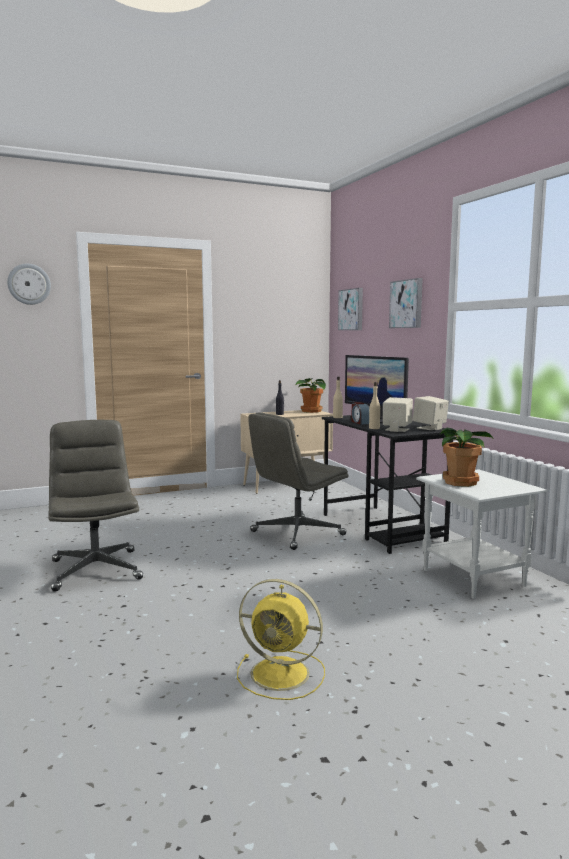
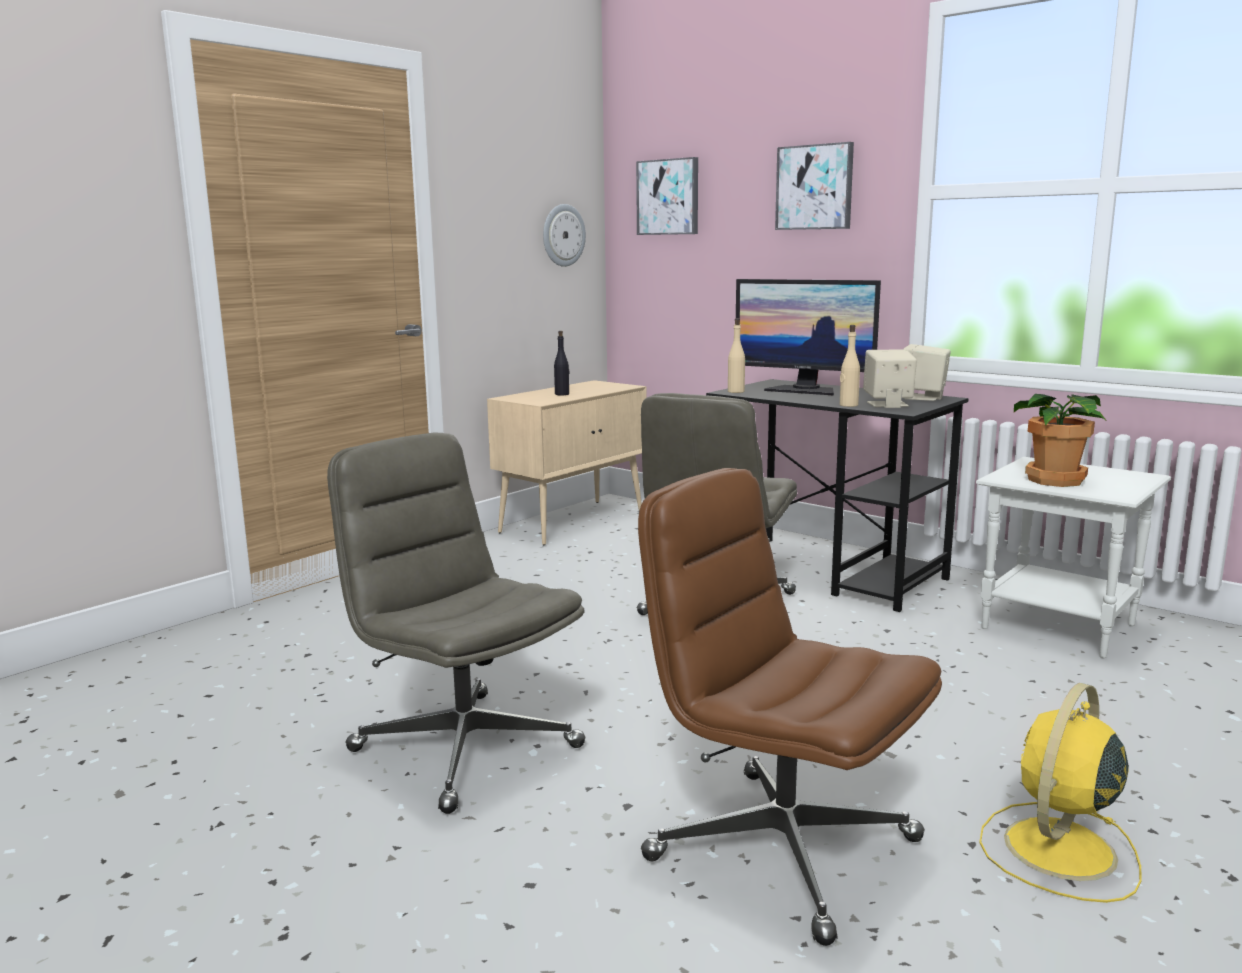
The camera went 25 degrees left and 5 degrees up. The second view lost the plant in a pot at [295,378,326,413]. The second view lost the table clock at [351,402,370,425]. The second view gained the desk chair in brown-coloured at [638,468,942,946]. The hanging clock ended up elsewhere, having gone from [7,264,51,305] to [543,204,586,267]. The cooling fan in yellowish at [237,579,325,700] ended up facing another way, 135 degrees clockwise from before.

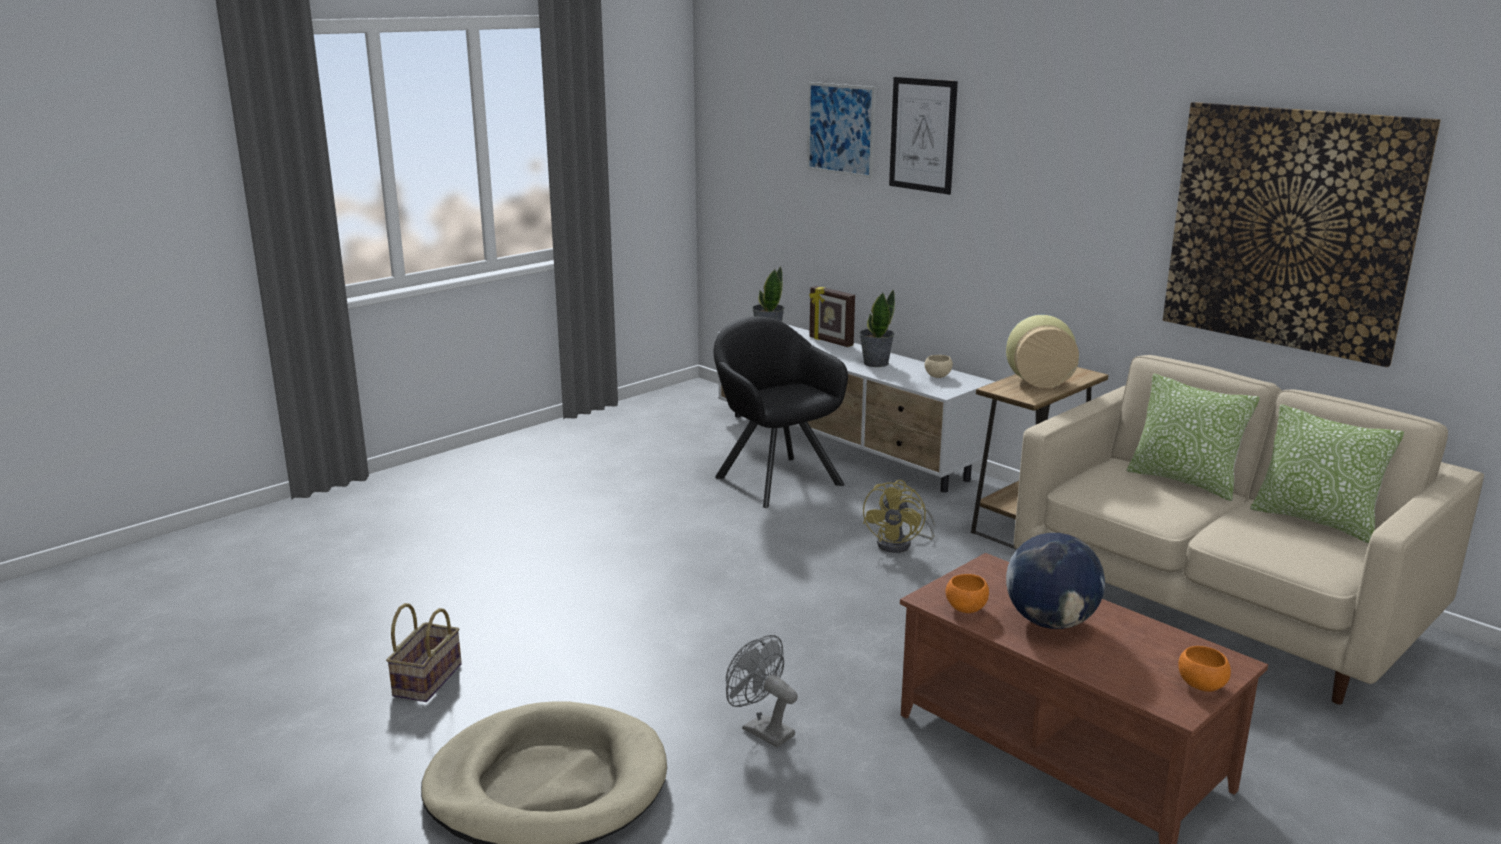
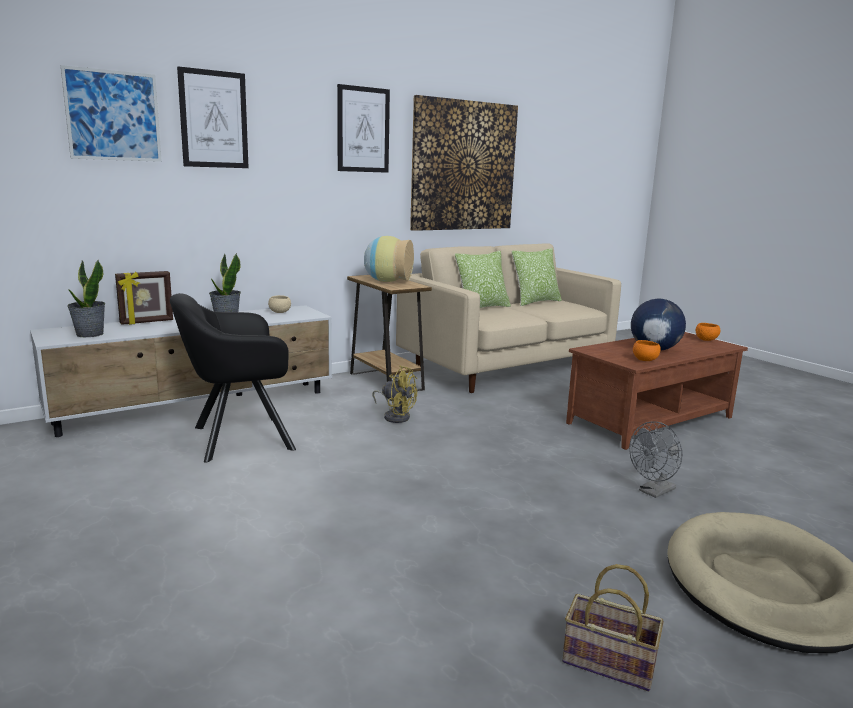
The camera went 80 degrees left and 5 degrees down. The second view gained the wall art at [337,84,390,173].

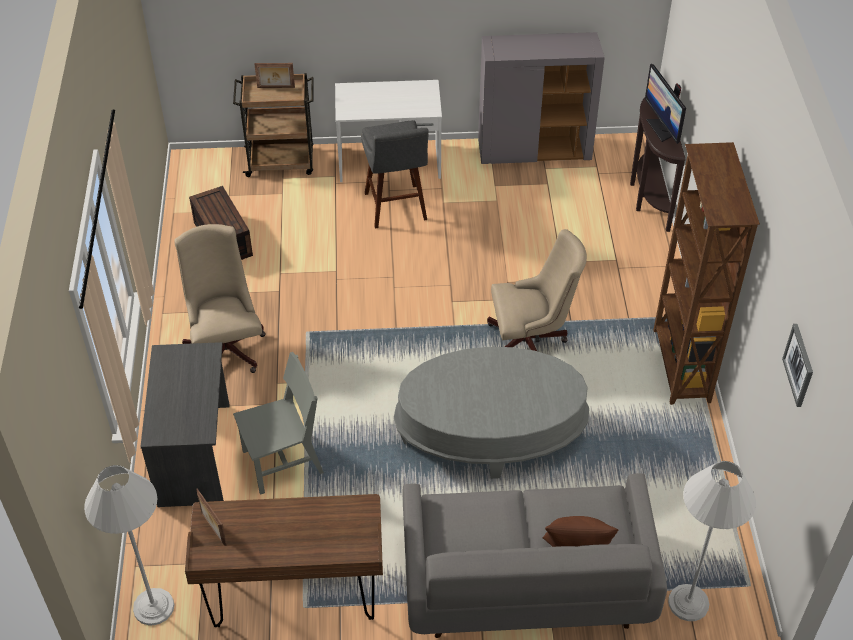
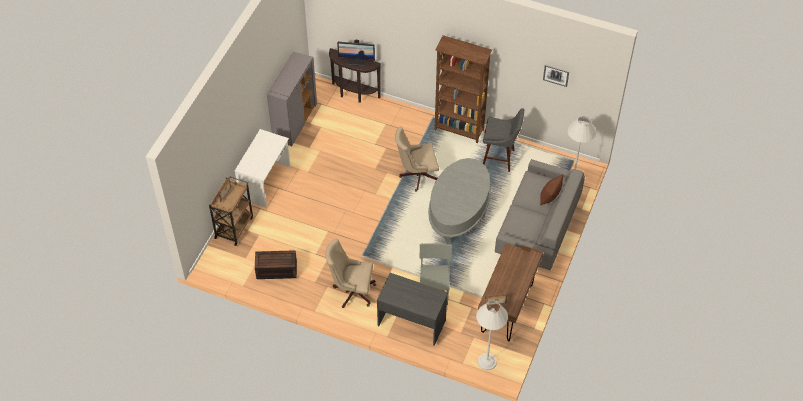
The camera went 65 degrees left and 5 degrees up. The stool seat in grey ended up elsewhere, having gone from [361,120,429,229] to [483,108,524,172]. The desk chair in beige-coloured at [487,229,587,351] ended up facing another way, 120 degrees counterclockwise from before.

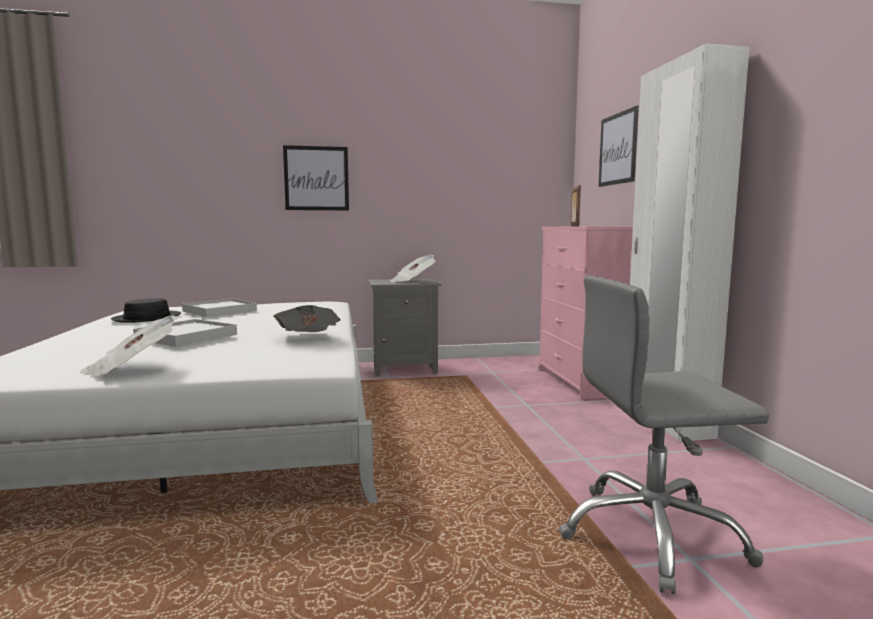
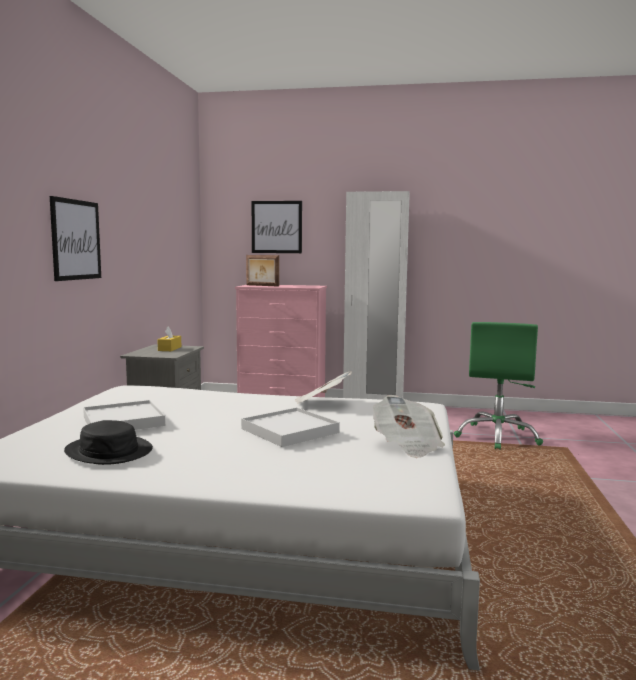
The camera went 70 degrees left and 0 degrees up. Where the printed paper stood at [390,255,436,282], the tissue box in yellowish came to stand at [157,327,181,351]. What was the desk chair in grey at [559,276,769,594] turned into the desk chair in green at [454,322,543,450].

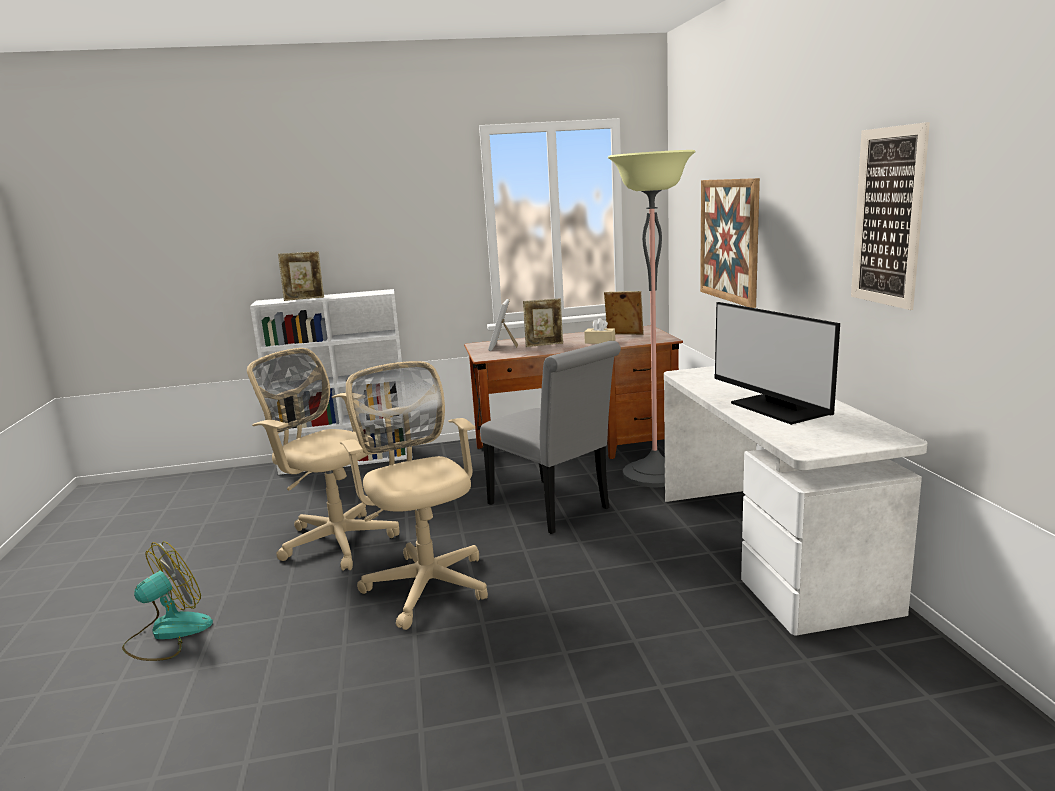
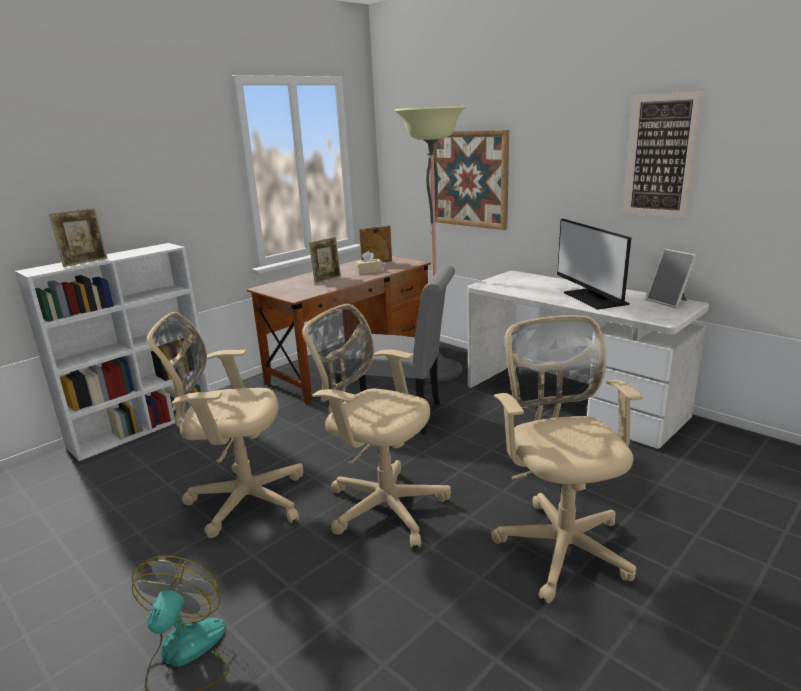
The camera went 35 degrees left and 5 degrees up. The second view gained the desk chair in beige-coloured at [491,315,644,603]. The standing frame ended up elsewhere, having gone from [488,299,518,351] to [646,249,697,309]. The computer screen at [714,302,840,425] ended up facing another way, 45 degrees clockwise from before.

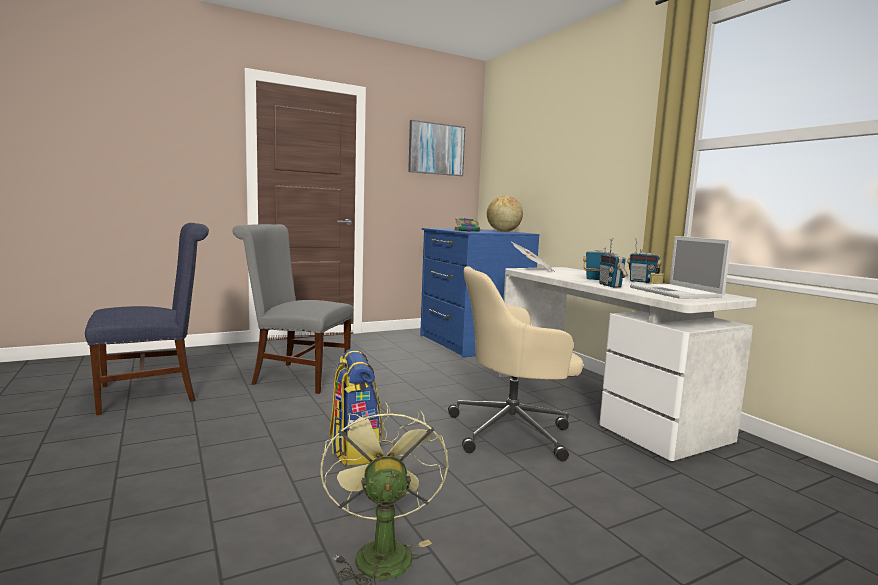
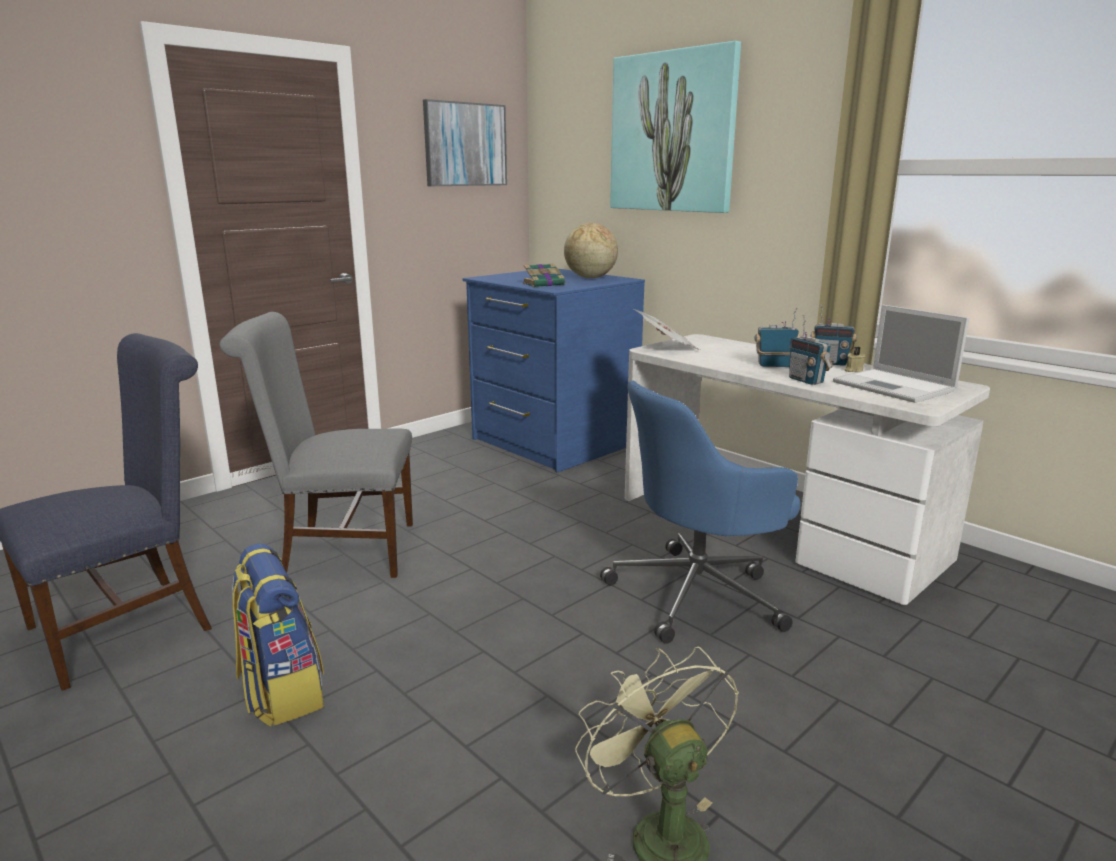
The camera went 15 degrees left and 10 degrees up. The second view gained the wall art at [610,41,741,213]. The rucksack ended up elsewhere, having gone from [329,348,383,465] to [232,543,324,727]. What was the desk chair in beige-coloured at [448,266,583,462] turned into the desk chair in blue-coloured at [600,381,800,644].

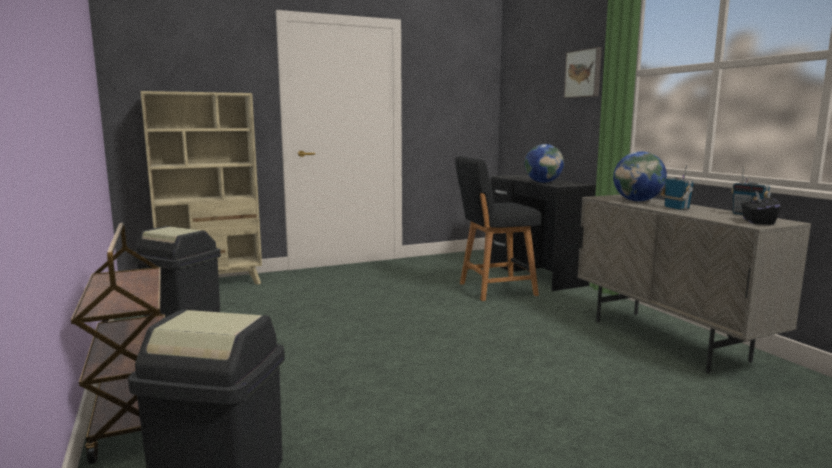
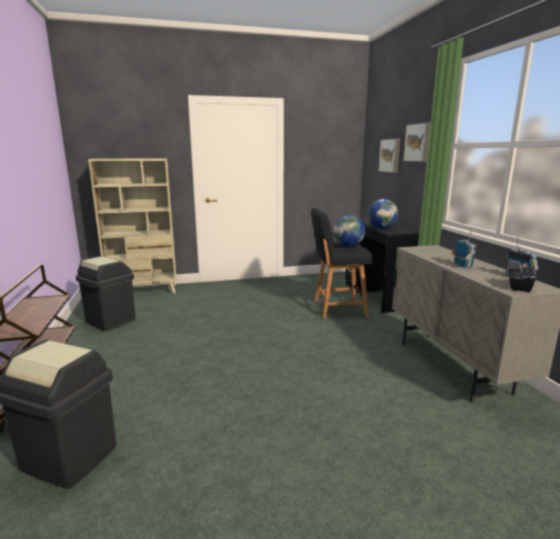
The camera went 10 degrees right and 5 degrees up. The second view gained the wall art at [378,138,400,173]. The globe ended up elsewhere, having gone from [613,151,667,201] to [334,215,365,247].

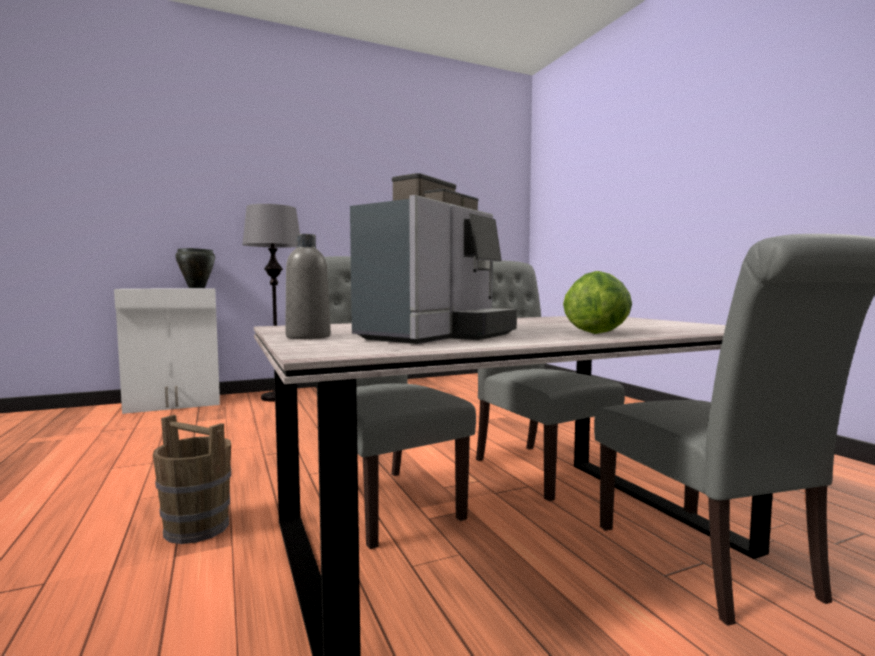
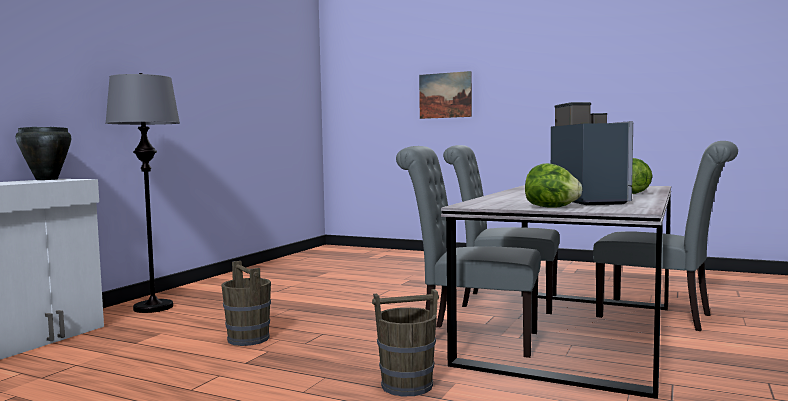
The camera went 40 degrees left and 0 degrees up. The second view gained the bucket in brown-coloured at [221,261,271,346]. The second view gained the wall art at [419,71,472,119]. Where the drink bottle in grey stood at [285,234,331,339], the lettuce head came to stand at [525,163,582,208].

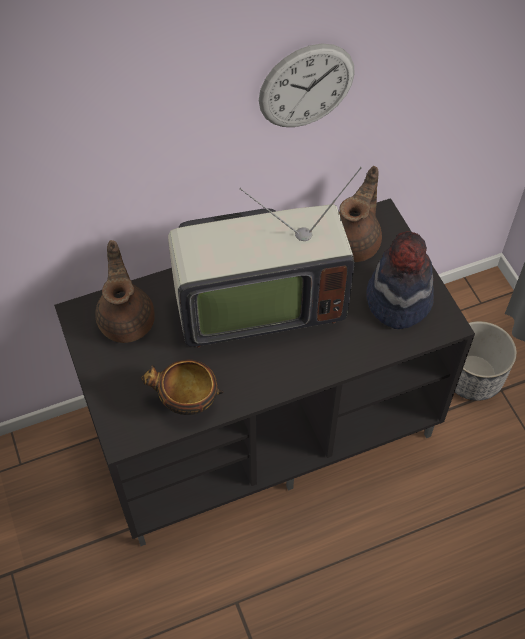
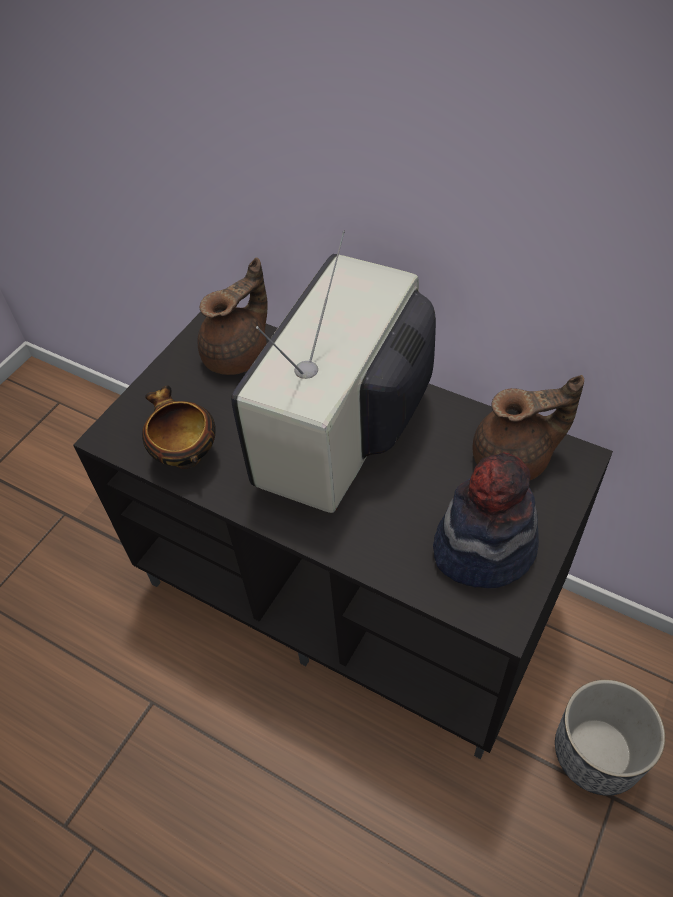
The camera went 55 degrees right and 5 degrees down. The second view lost the hanging clock at [259,44,355,127]. The television at [168,167,362,348] ended up facing another way, 75 degrees clockwise from before.

